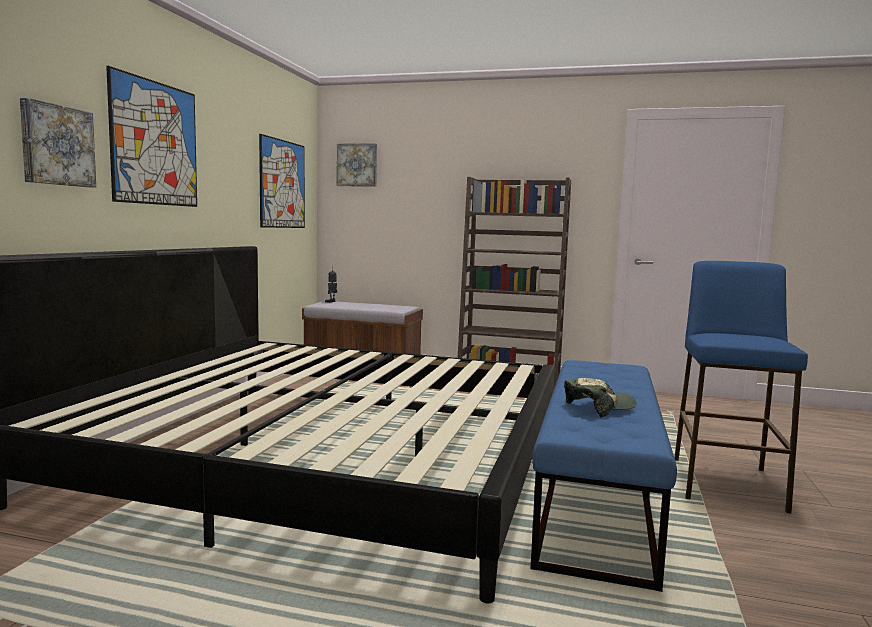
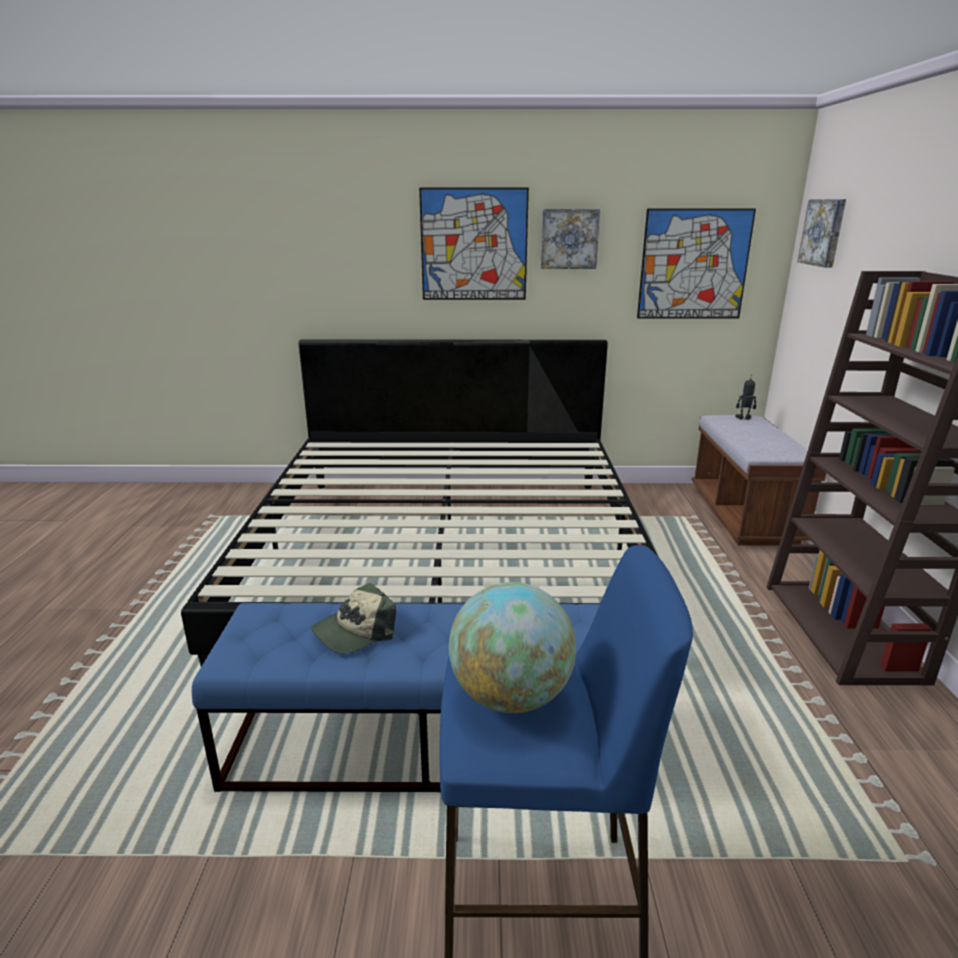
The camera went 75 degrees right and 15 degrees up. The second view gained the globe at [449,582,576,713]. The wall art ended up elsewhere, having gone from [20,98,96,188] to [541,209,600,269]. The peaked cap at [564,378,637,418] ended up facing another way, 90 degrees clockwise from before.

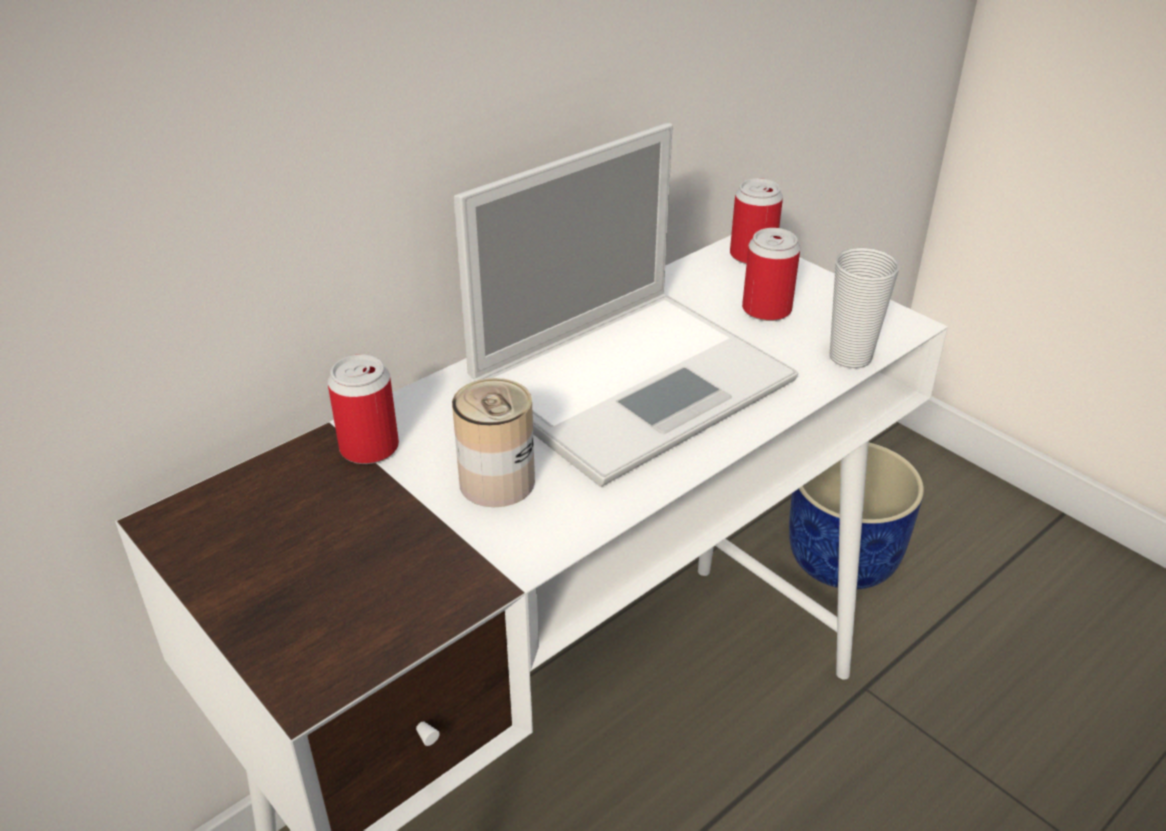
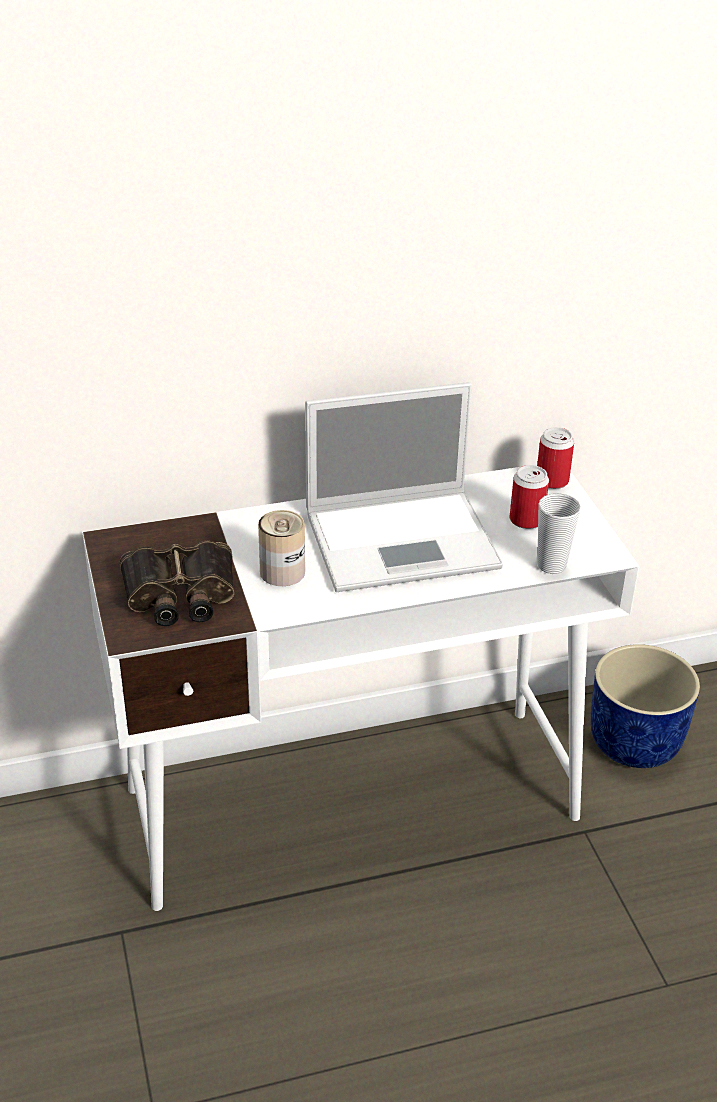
The camera went 25 degrees right and 0 degrees up. The second view lost the metal can at [328,354,399,464]. The second view gained the pair of binoculars at [120,540,234,626].

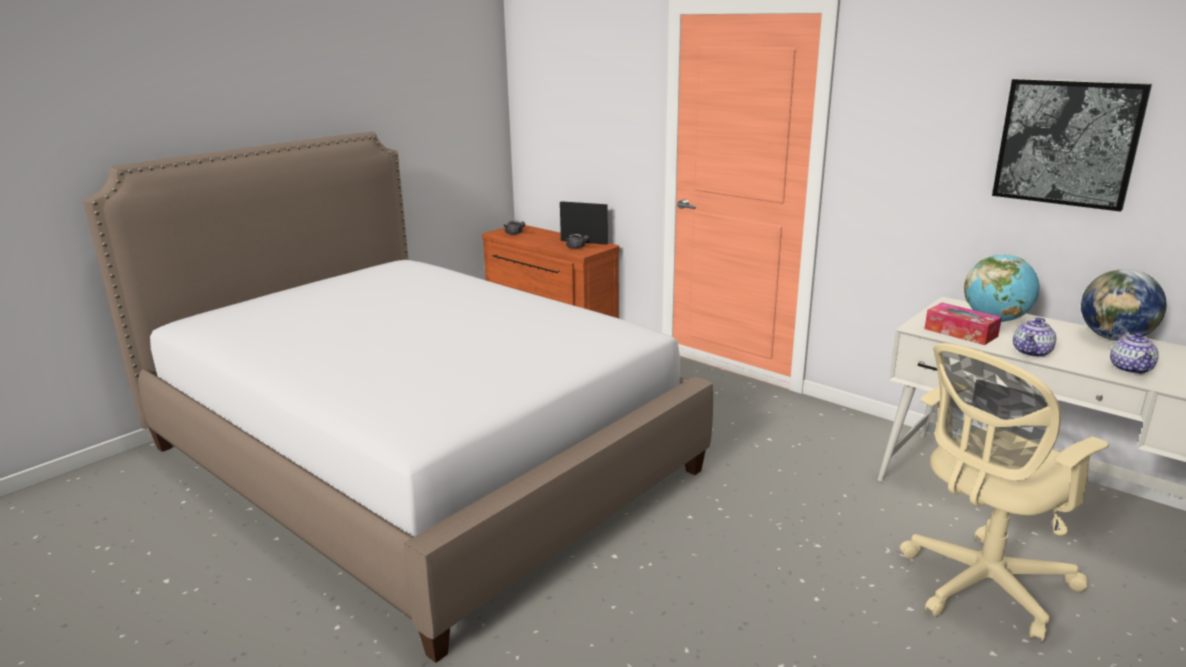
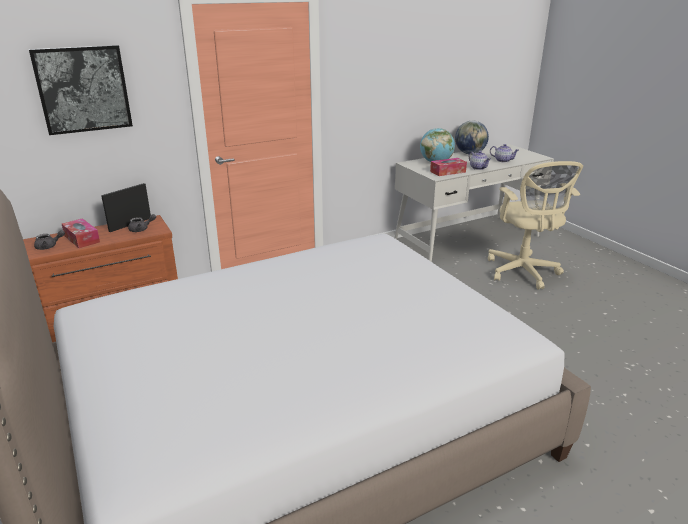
The camera went 70 degrees left and 5 degrees up. The second view gained the tissue box at [62,218,100,248]. The wall art ended up elsewhere, having gone from [992,79,1152,212] to [29,45,133,135].

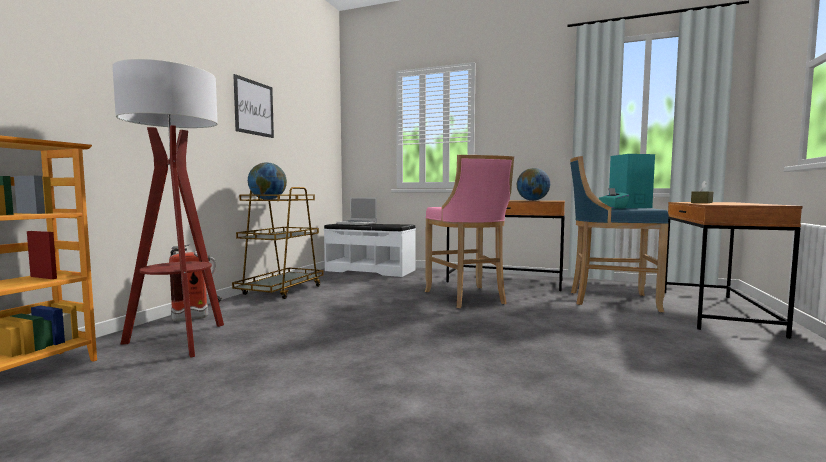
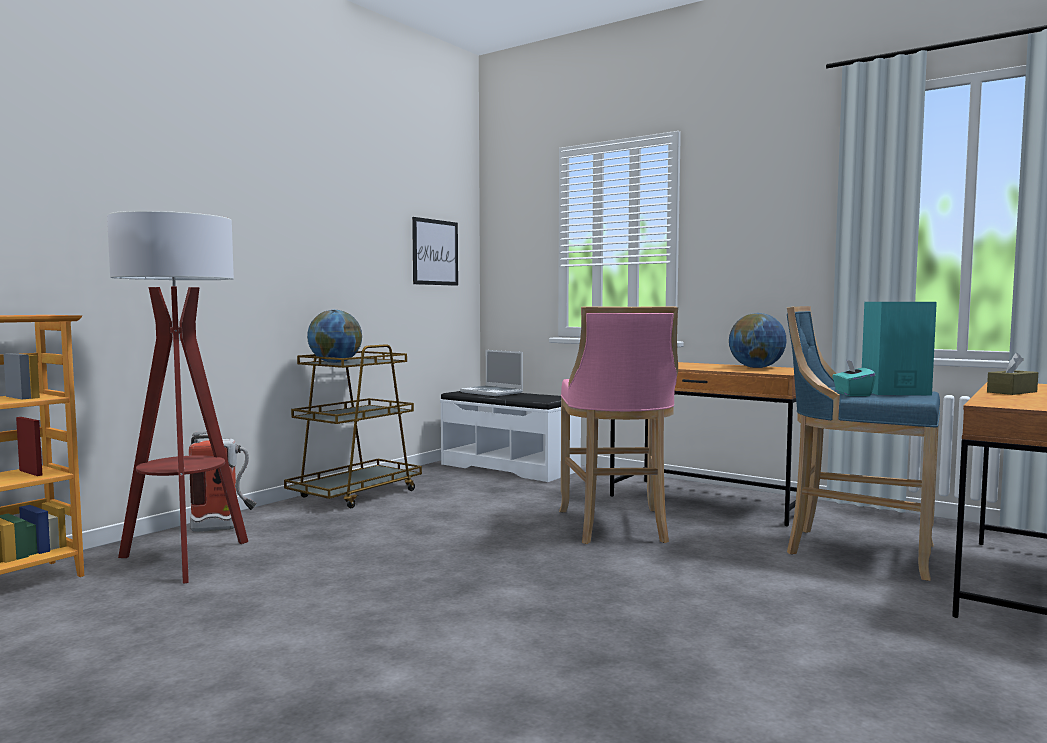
The camera went 15 degrees right and 0 degrees up. The wall art ended up elsewhere, having gone from [233,74,274,138] to [412,217,458,286].

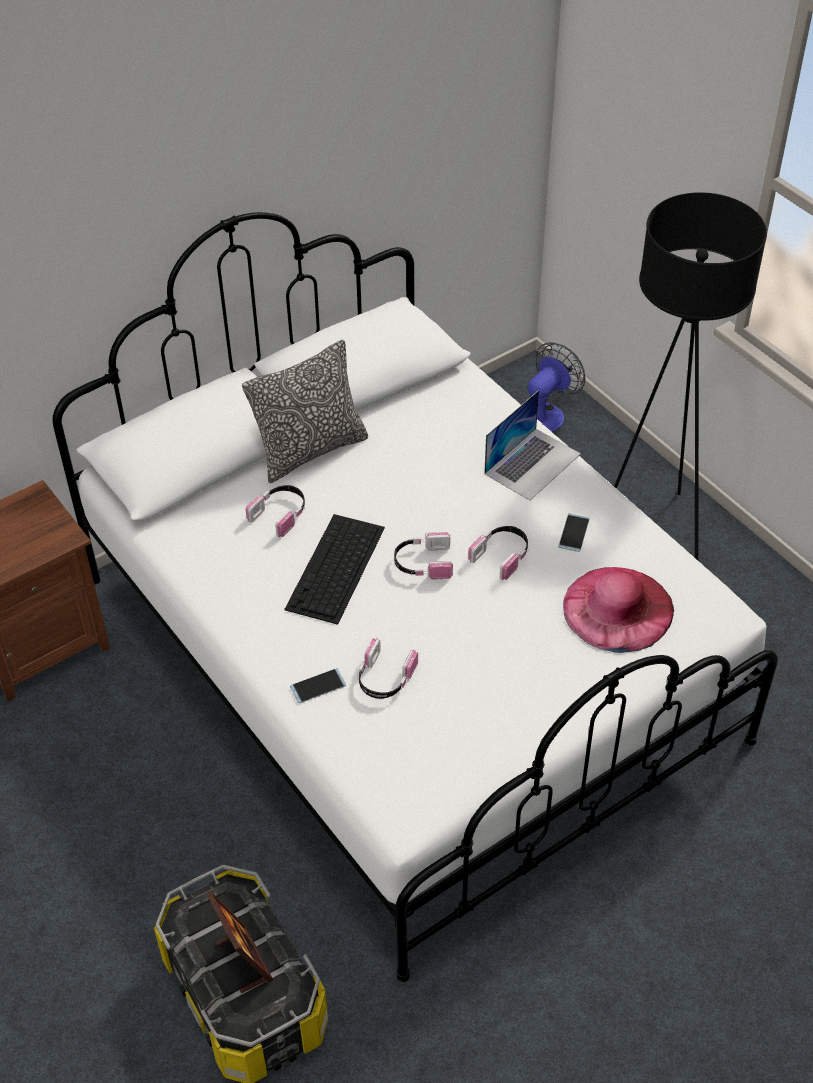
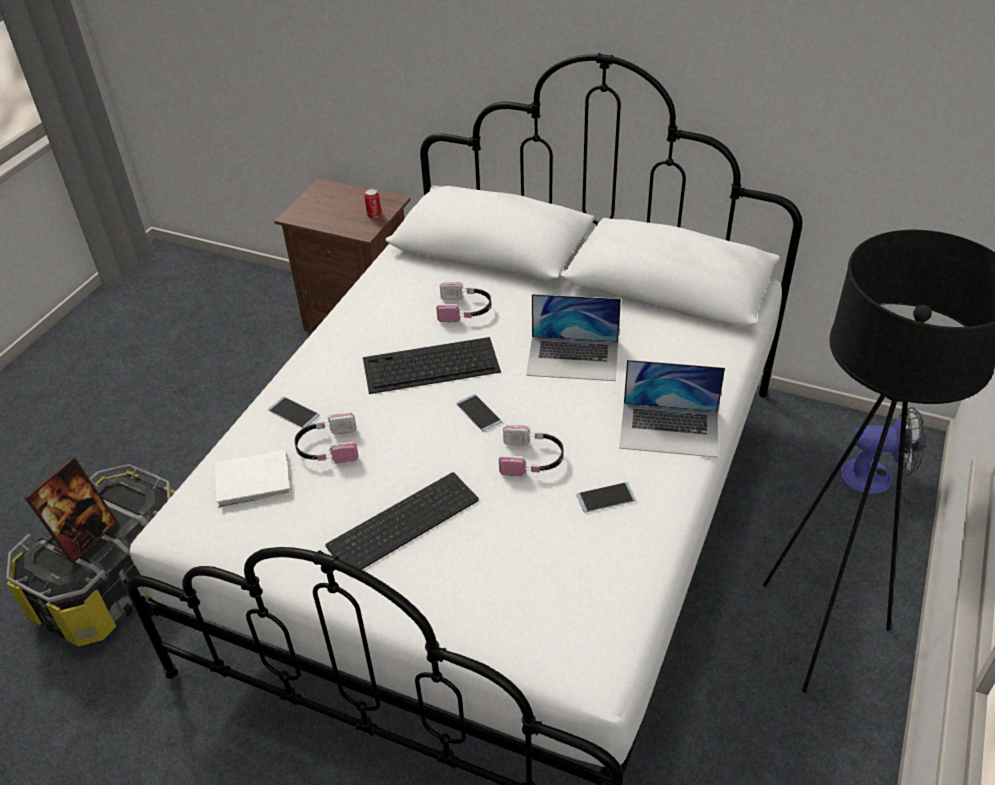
The camera went 60 degrees right and 5 degrees down. The second view lost the pillow at [242,340,368,483]. The second view lost the clothing hat in pinkish at [563,567,674,653]. The second view gained the bound book in white-coloured at [215,450,291,508]. The second view gained the computer keyboard at [325,472,479,576]. The second view gained the metal can at [364,189,382,218]. The second view gained the laptop at [526,294,621,381]. Where the headphones stood at [394,532,453,580], the telephone came to stand at [456,394,502,432].

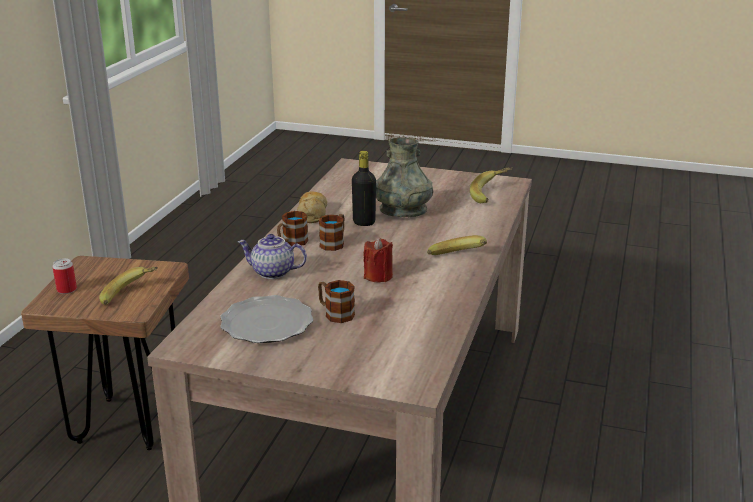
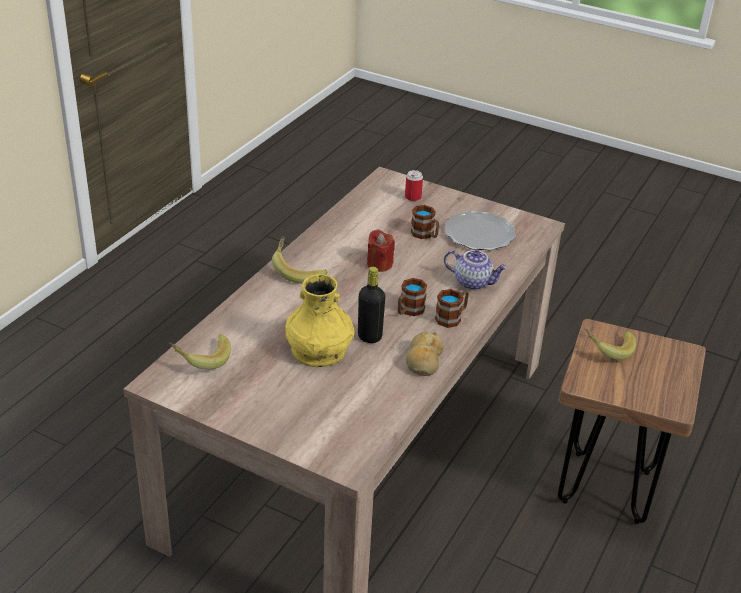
The camera went 170 degrees left and 10 degrees up. The metal can ended up elsewhere, having gone from [52,258,77,294] to [405,170,423,201]. What was the flower vase in grey at [376,137,433,217] turned into the flower vase in yellowish at [285,274,355,367].

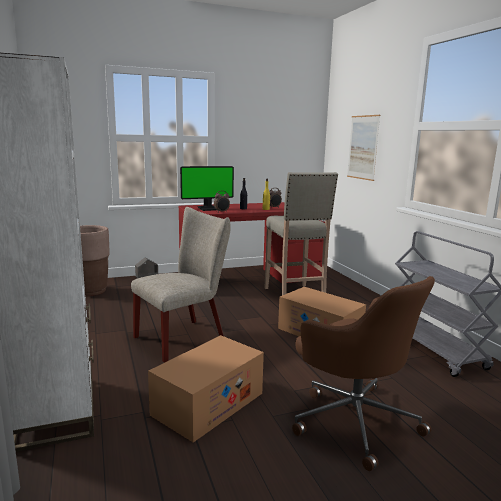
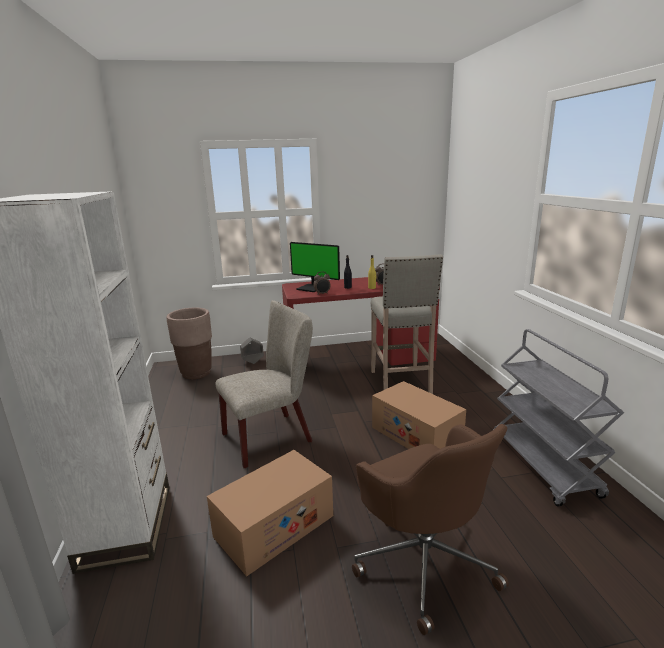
The camera went 10 degrees right and 5 degrees up. The second view lost the wall art at [347,115,380,181]. The computer screen at [180,166,234,211] ended up facing another way, 45 degrees clockwise from before.

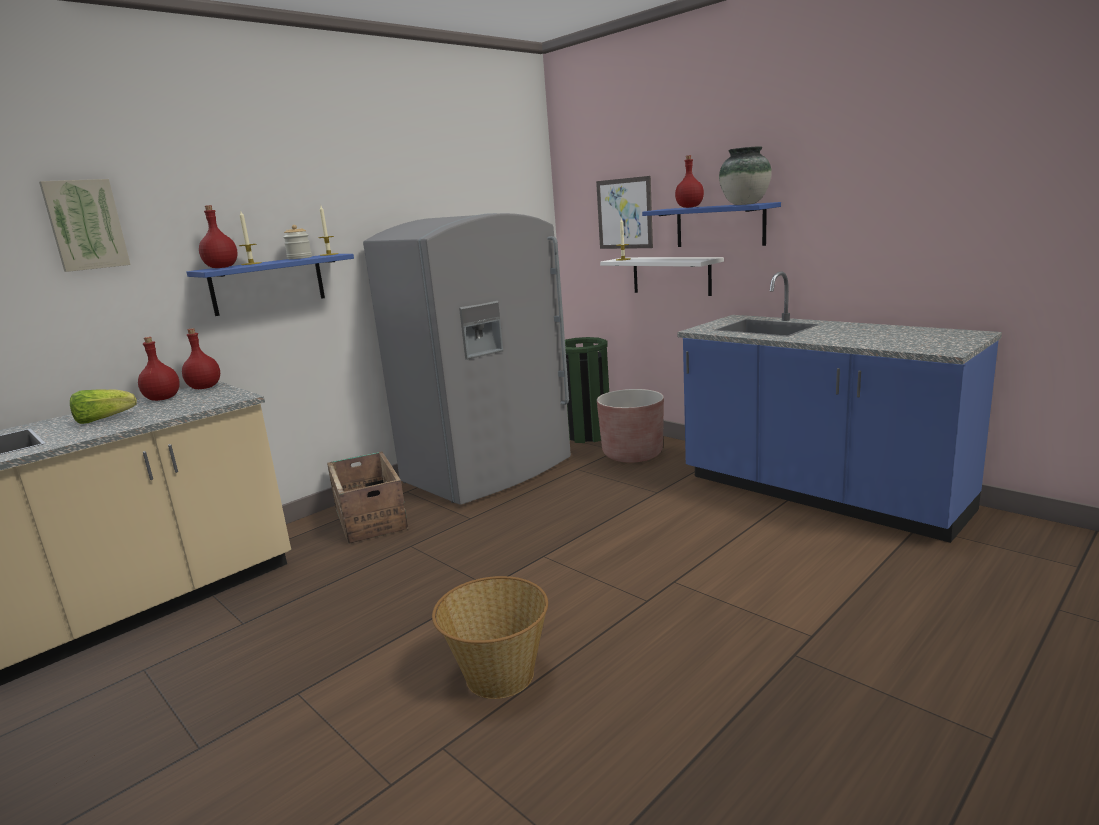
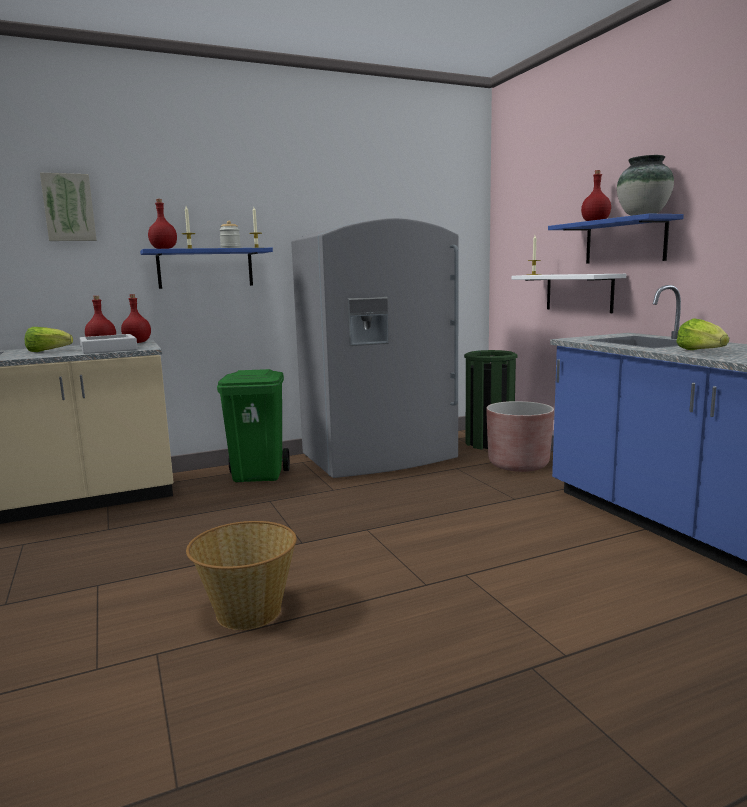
The camera went 20 degrees right and 5 degrees down. The second view lost the wall art at [596,176,653,249]. The second view gained the serving tray in grey at [80,334,138,354]. The second view gained the lettuce head at [676,318,729,350]. Where the packing crate stood at [327,451,408,544], the rubbish bin in green came to stand at [217,369,290,482].

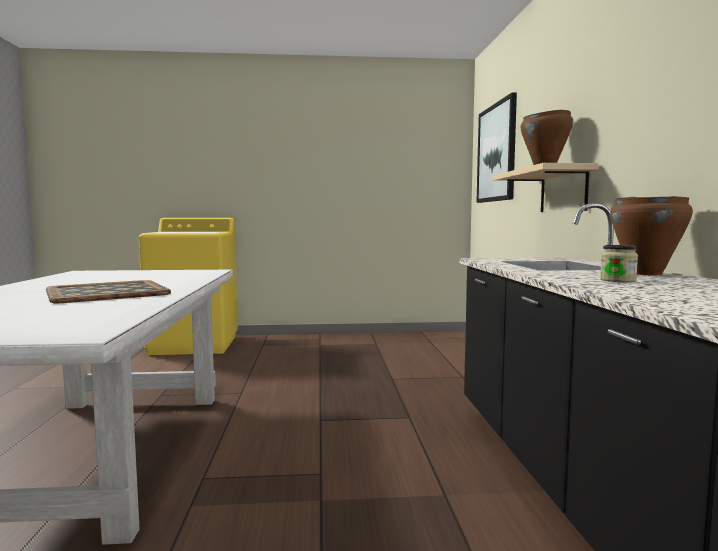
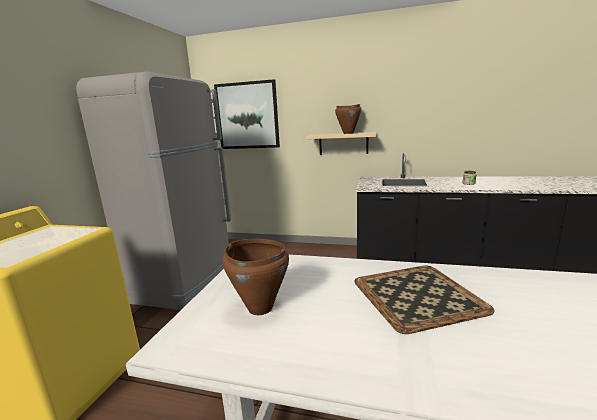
The camera went 70 degrees left and 10 degrees up. The second view gained the kitchen fridge in grey at [76,72,231,310]. The stockpot in brown-coloured ended up elsewhere, having gone from [610,196,693,275] to [223,239,289,315].

